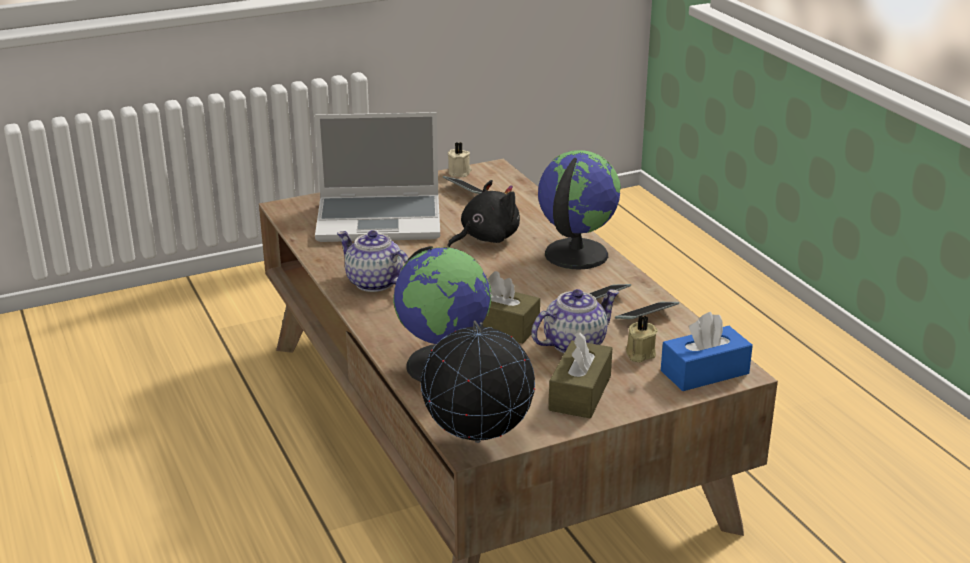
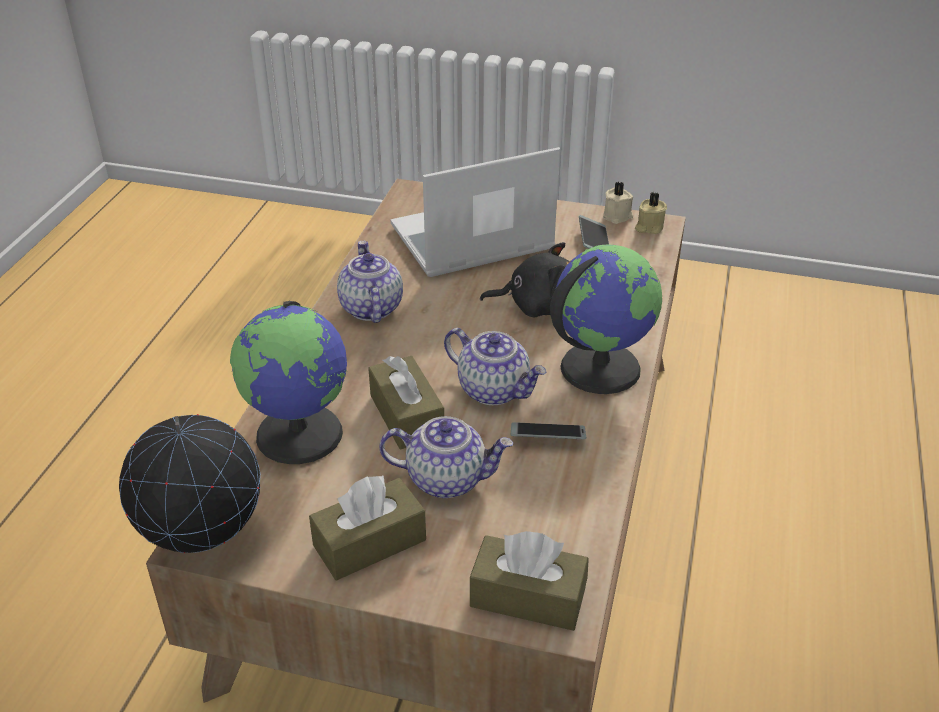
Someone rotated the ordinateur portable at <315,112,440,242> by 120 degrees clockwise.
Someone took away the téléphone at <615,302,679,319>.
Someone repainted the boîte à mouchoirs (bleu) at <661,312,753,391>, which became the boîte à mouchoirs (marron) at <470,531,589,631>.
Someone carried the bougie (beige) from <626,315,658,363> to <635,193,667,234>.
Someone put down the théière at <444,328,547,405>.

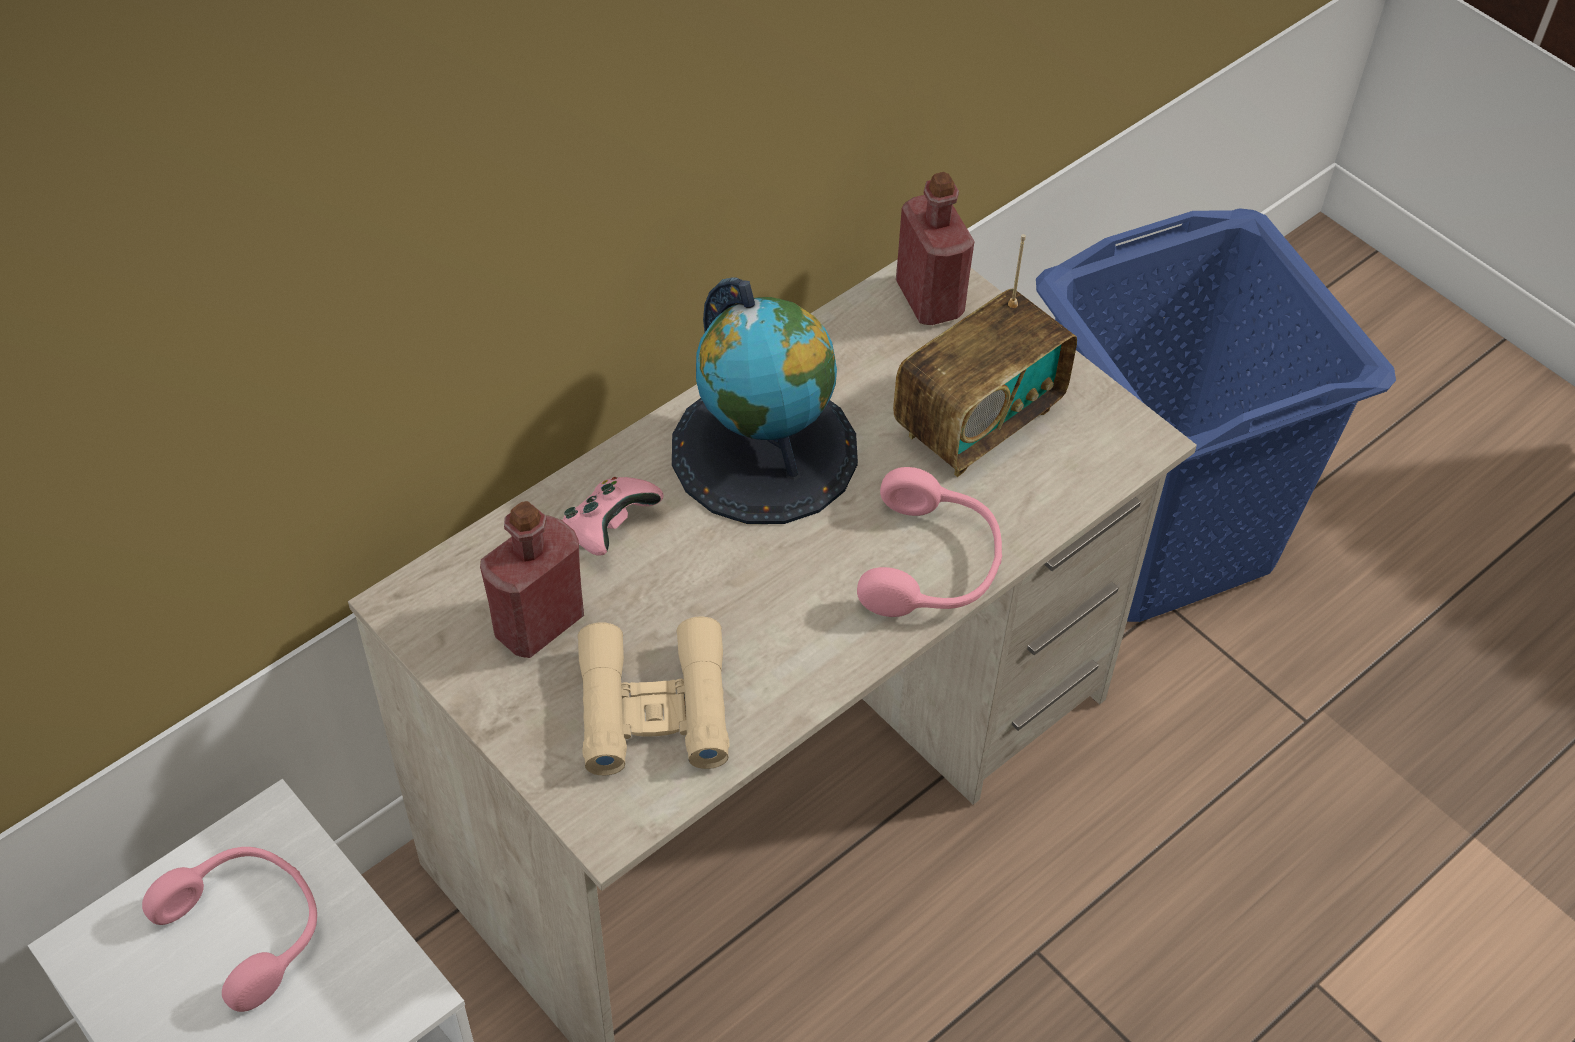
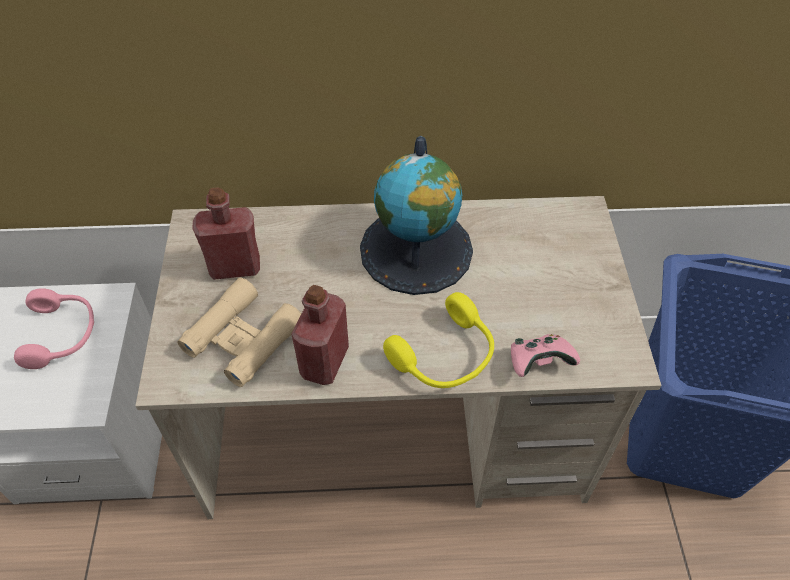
Someone carried the bouteille (rouge) from <896,172,974,325> to <291,285,349,385>.
Someone took away the radio at <893,234,1077,477>.
Someone repainted the casque audio (rose) at <857,467,1002,617>, which became the casque audio (jaune) at <383,292,494,388>.
Someone carried the manette (rose) from <562,477,664,556> to <511,334,580,377>.

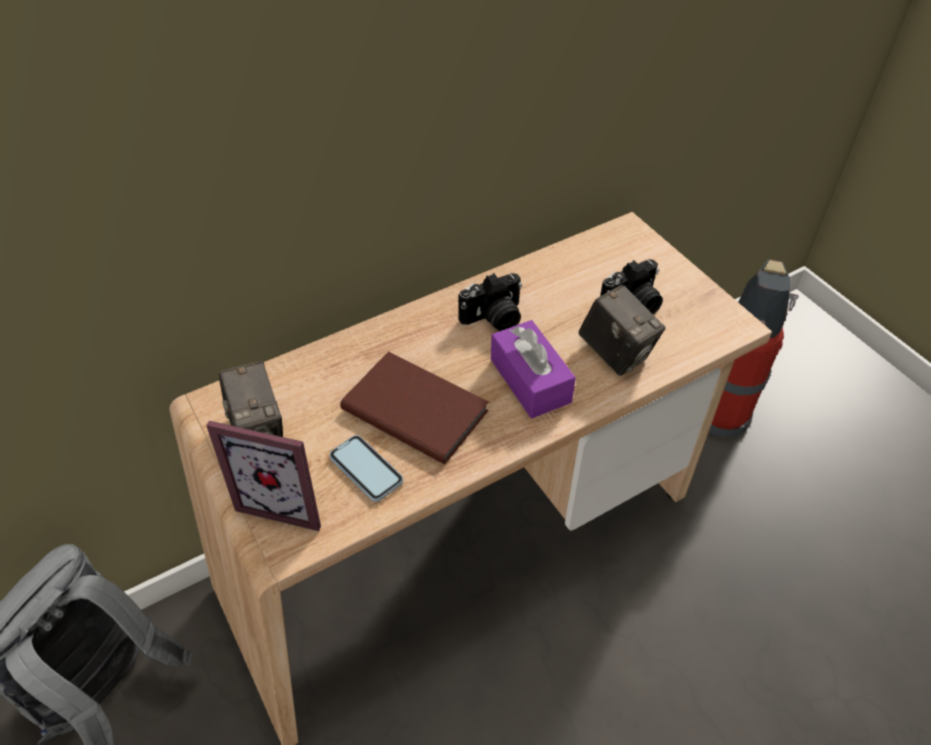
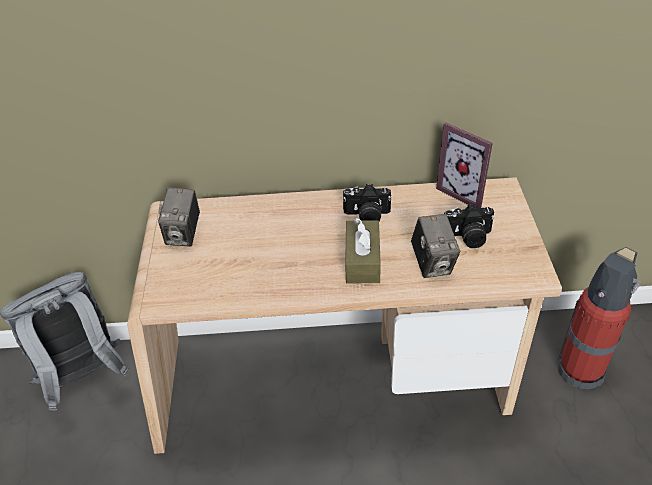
Someone repainted the boîte à mouchoirs (violet) at <491,320,576,418>, which became the boîte à mouchoirs (marron) at <345,218,381,283>.
Someone took away the livre (marron) at <340,352,489,465>.
Someone carried the cadre photo from <206,421,321,531> to <436,123,493,208>.
Someone took away the téléphone at <329,435,403,502>.

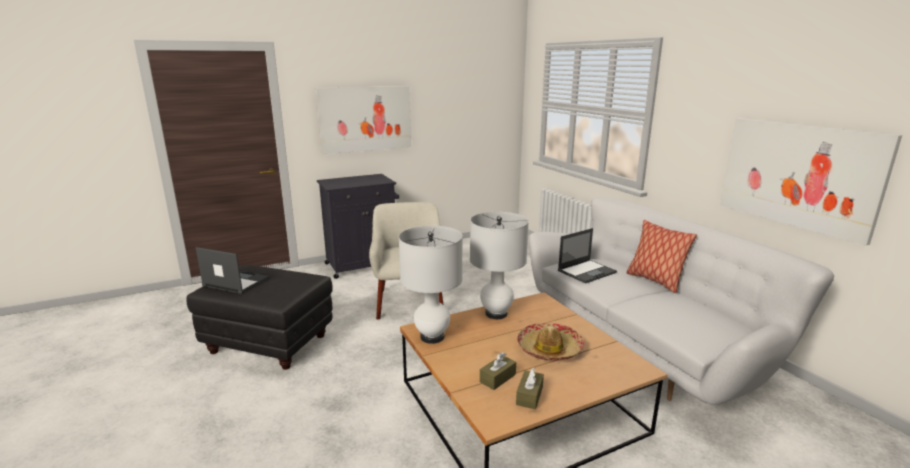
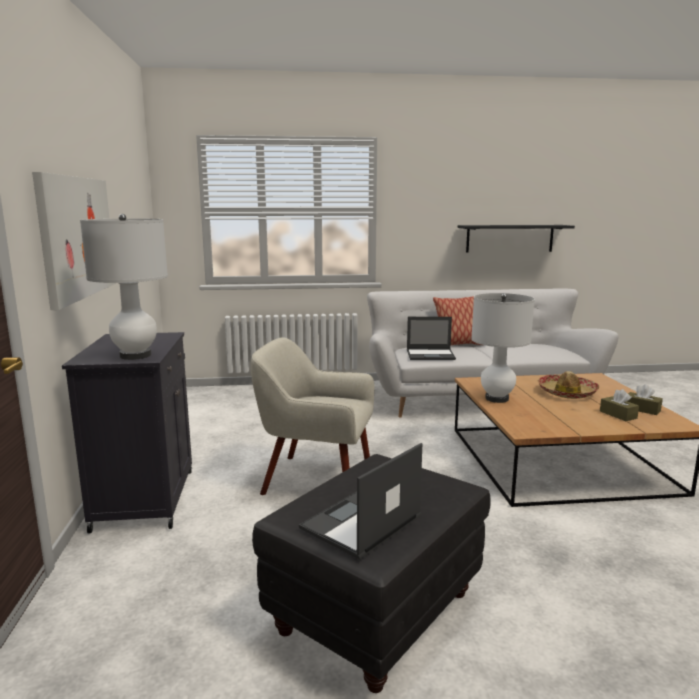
Someone swapped the tableau at <720,118,902,246> for the étagère (noir) at <458,225,575,253>.
Someone carried the lampe de table (blanc) from <399,226,463,344> to <80,214,168,360>.
Someone rotated the ordinateur portable at <558,228,617,284> by 105 degrees clockwise.

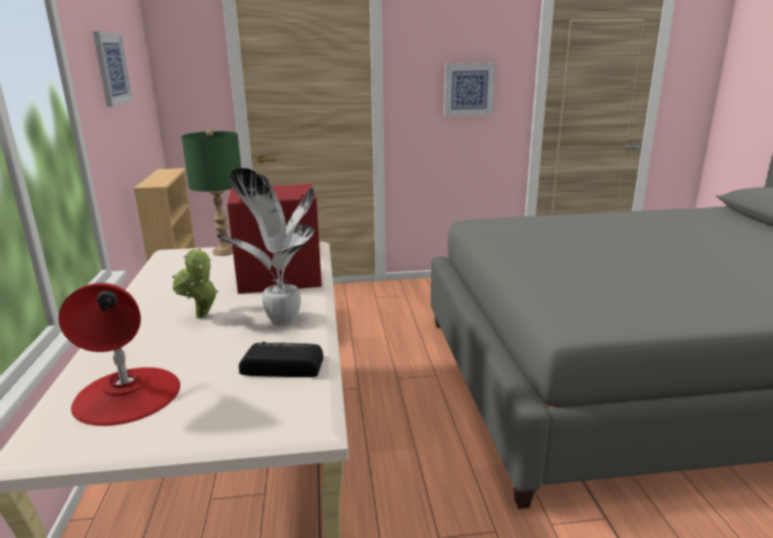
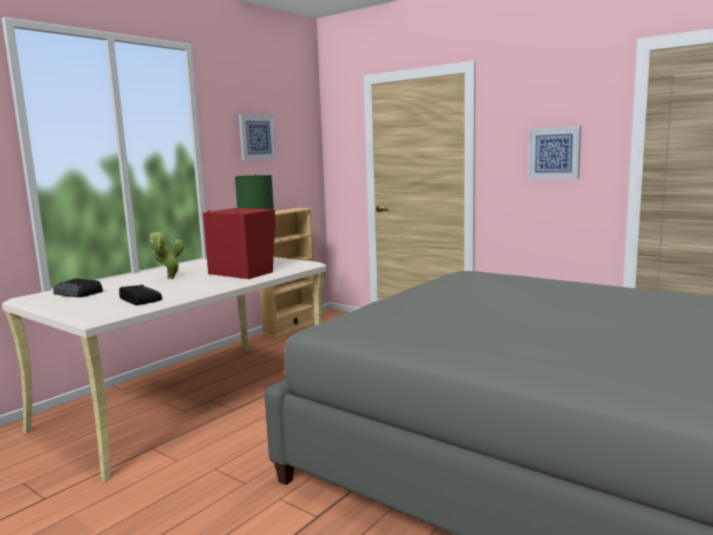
Someone took away the plante en pot at <217,168,315,326>.
Someone swapped the lampe de table (rouge) at <58,283,180,426> for the radio at <53,278,103,297>.

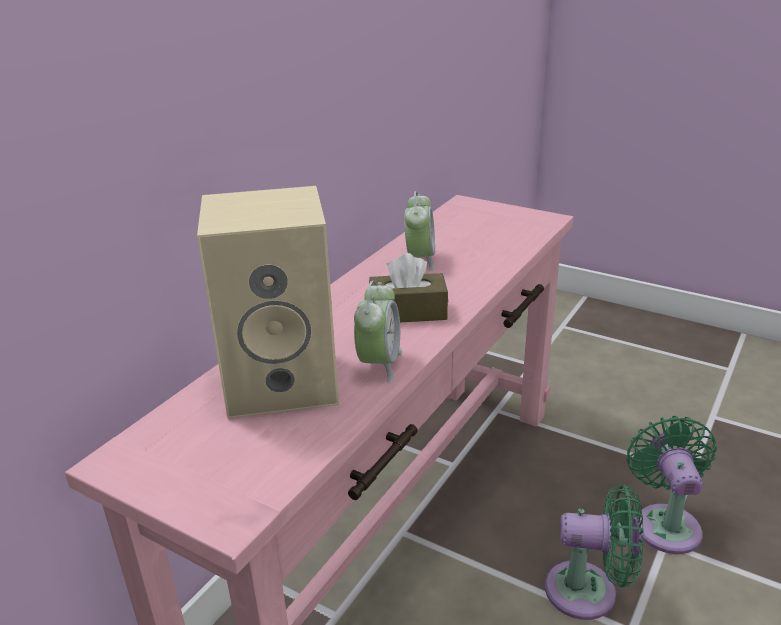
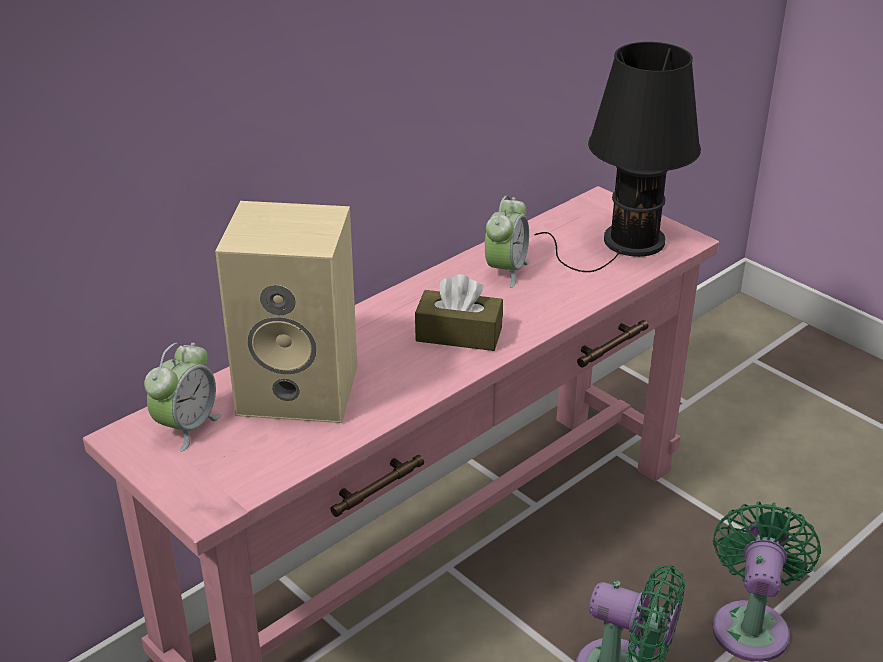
Someone carried the réveil from <354,281,402,383> to <144,343,221,452>.
Someone put down the lampe de table (noir) at <534,42,701,272>.

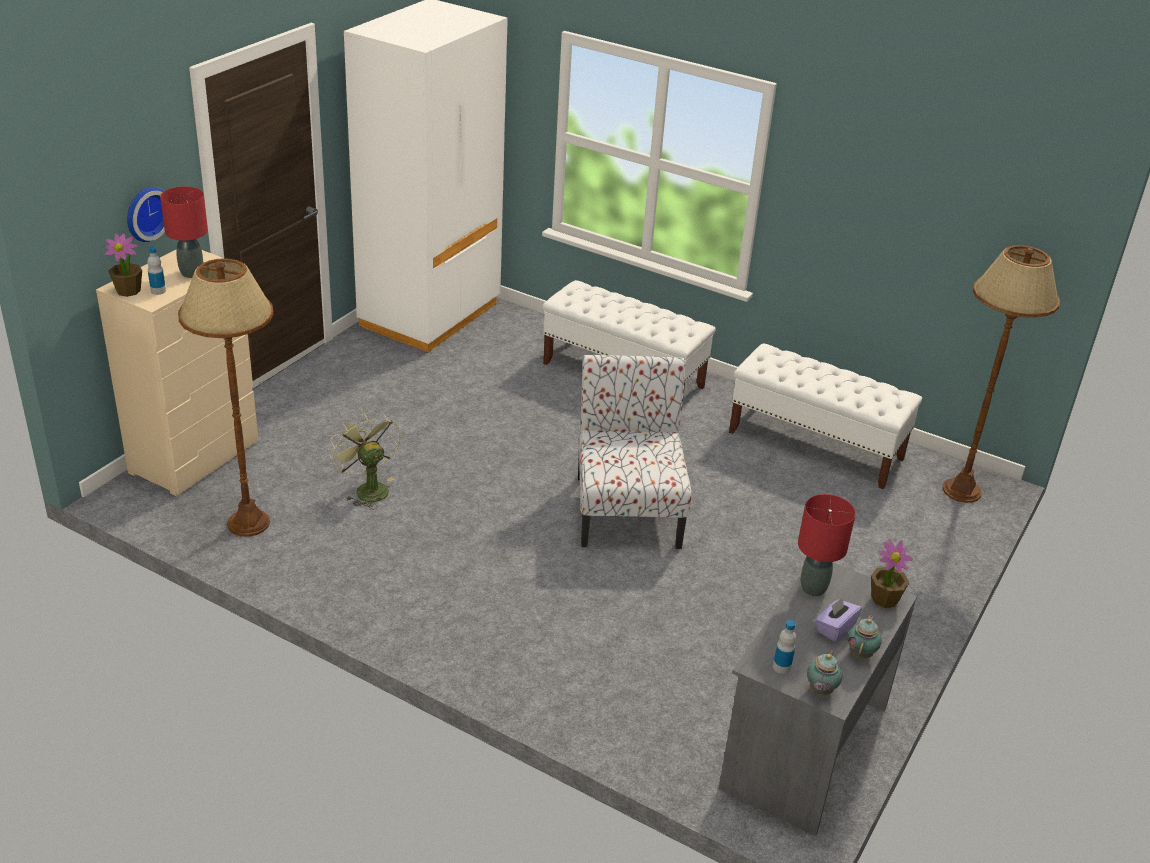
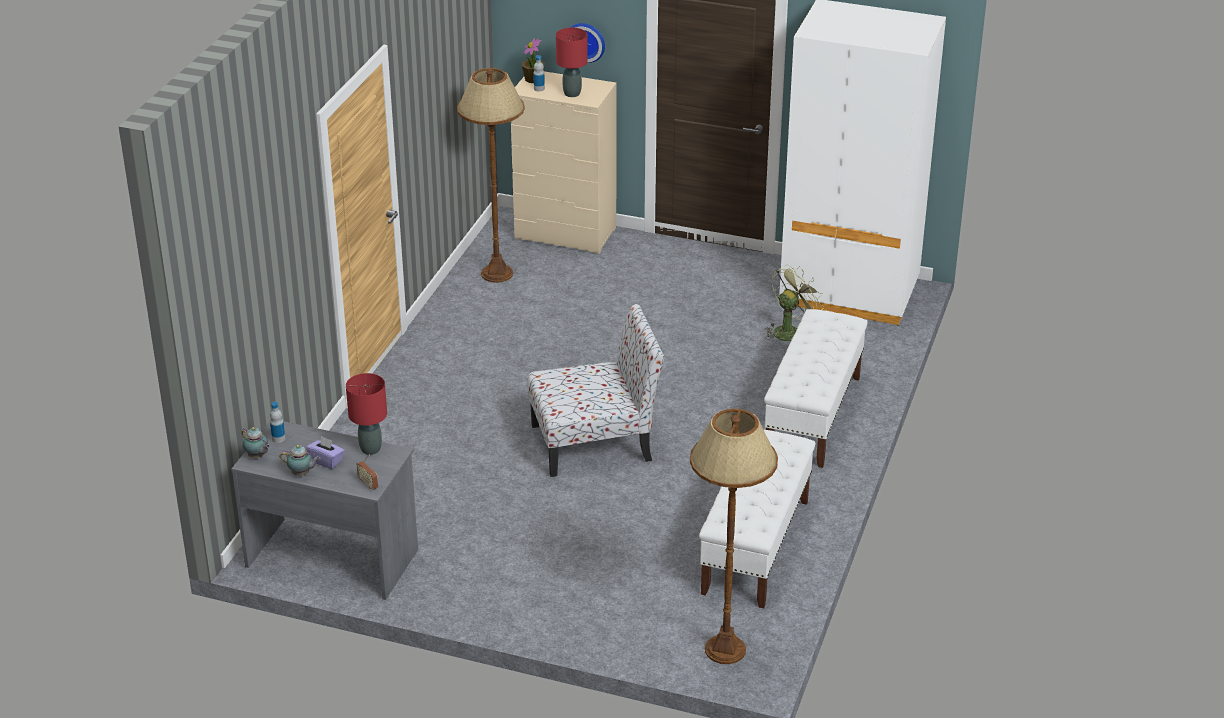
Someone carried the ventilateur (vert) from <330,412,401,509> to <765,265,824,341>.
Someone swapped the plante en pot at <871,539,913,608> for the radio at <357,455,378,490>.
Someone rotated the théière at <807,649,842,695> by 150 degrees counterclockwise.

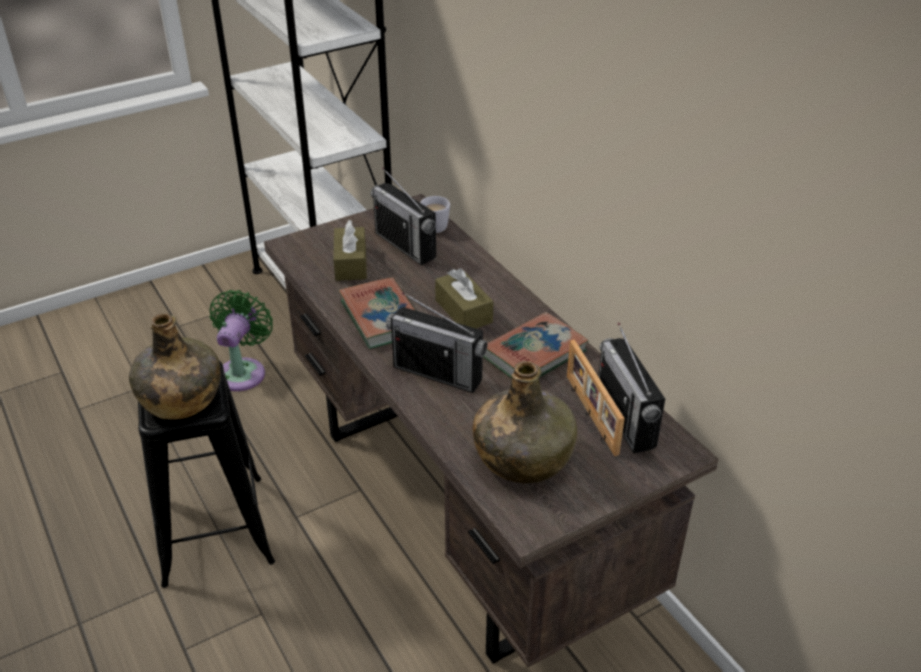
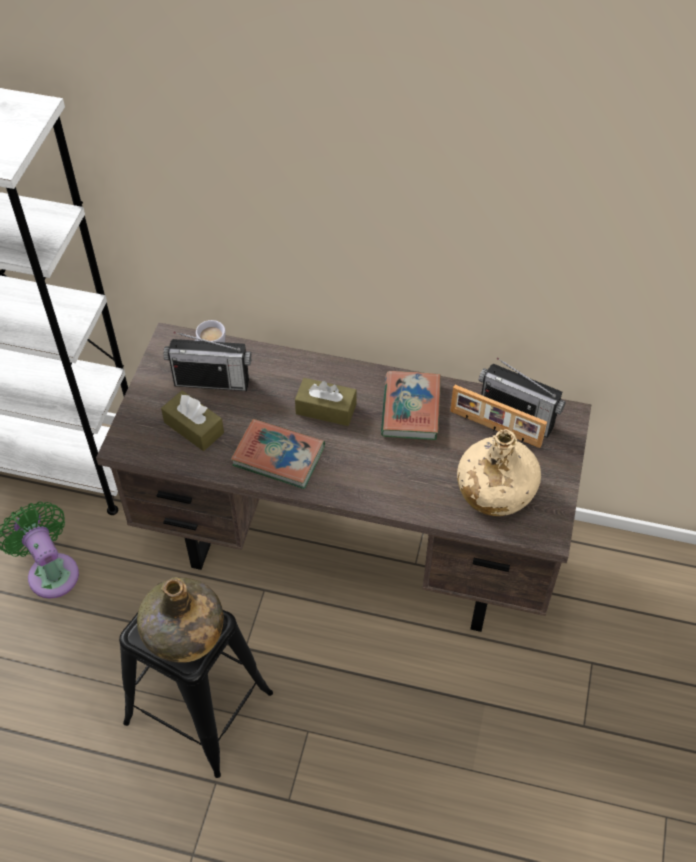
Someone took away the radio at <386,293,488,393>.
Someone repainted the bouteille (vert) at <473,361,577,483>, which became the bouteille (beige) at <457,429,541,516>.

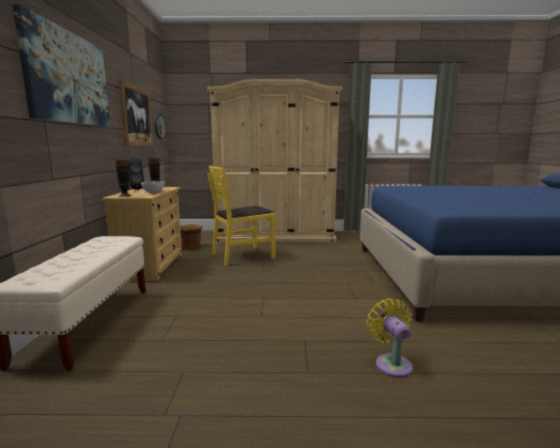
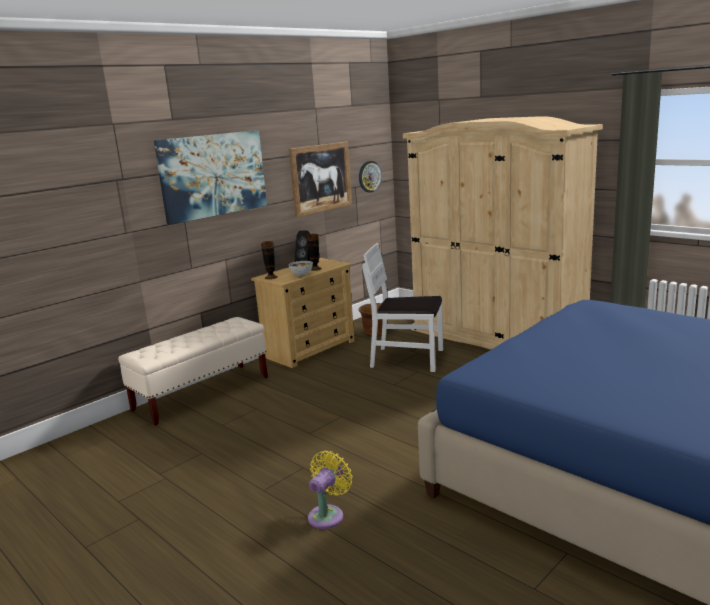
Someone repainted the chaise (jaune) at <208,166,275,266>, which became the chaise (blanc) at <362,243,443,372>.

